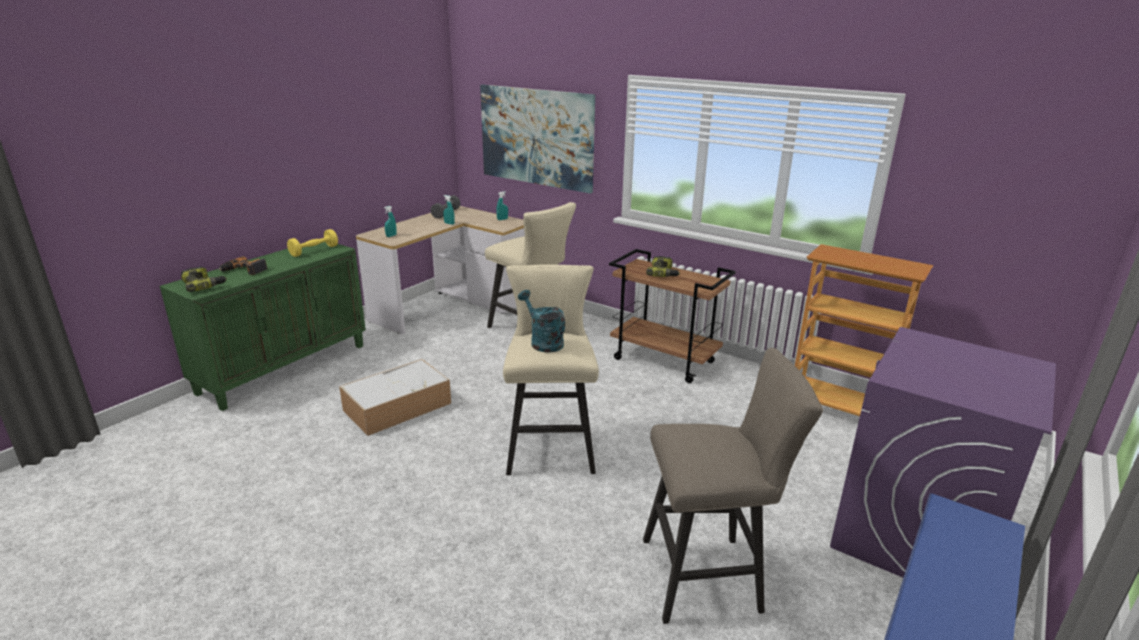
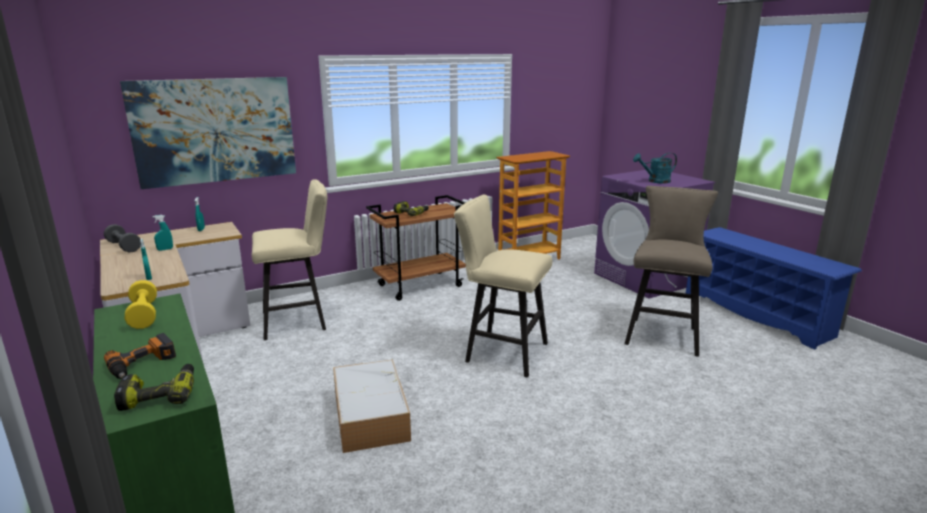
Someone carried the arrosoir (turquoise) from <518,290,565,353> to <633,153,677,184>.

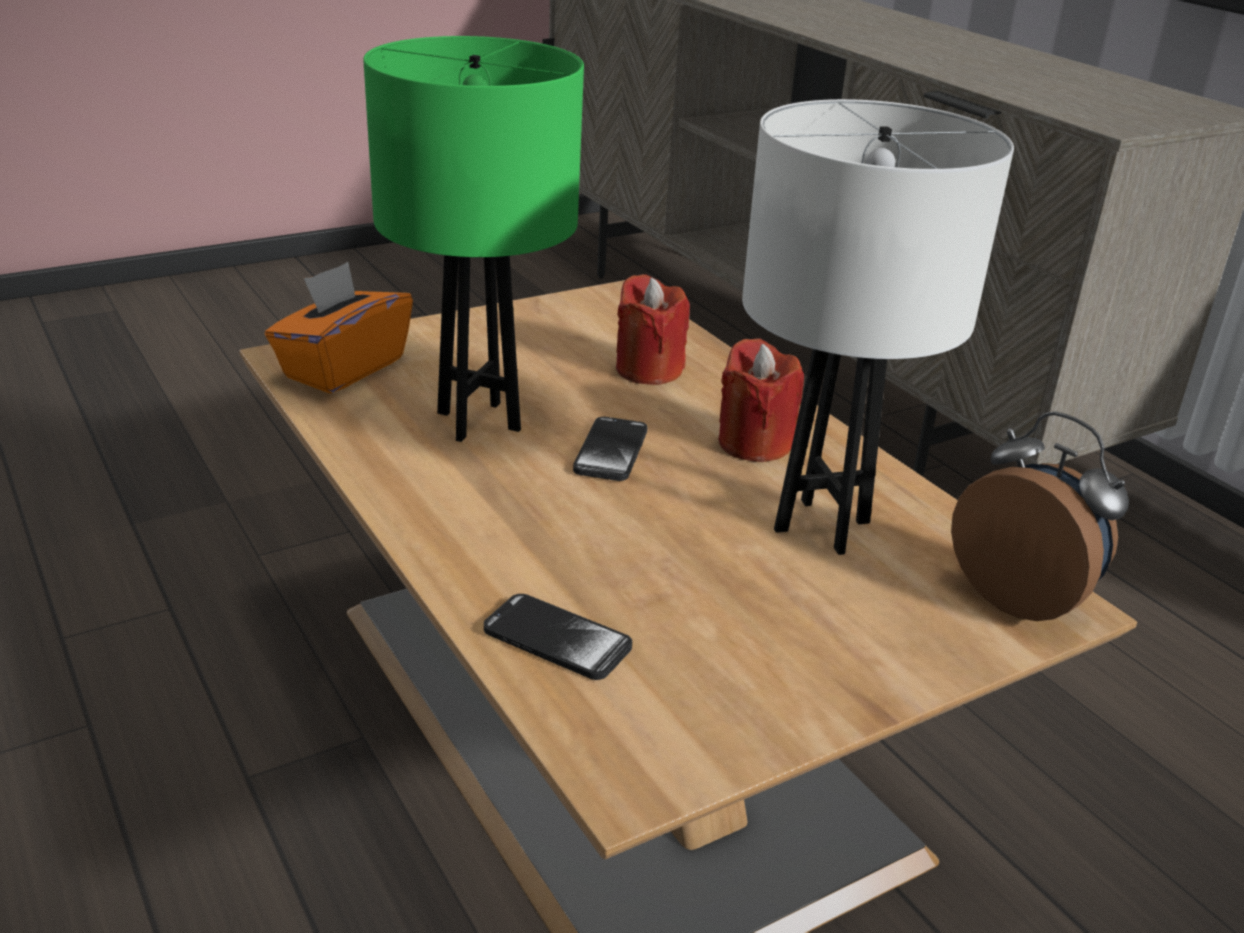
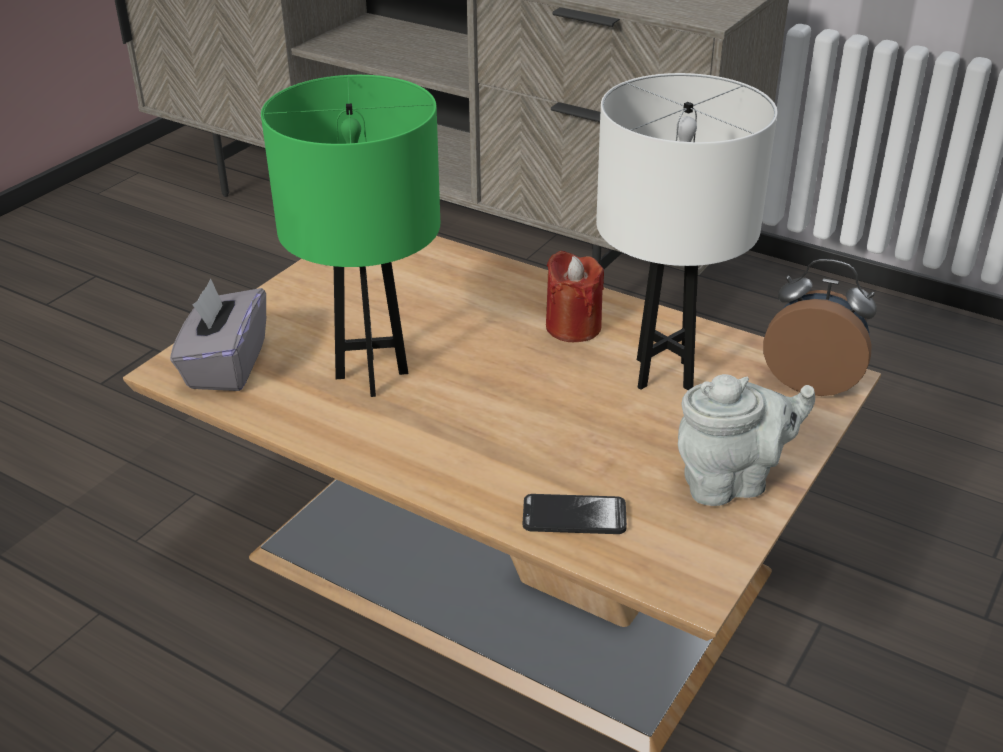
Someone repainted the boîte à mouchoirs (orange) at <265,262,413,394>, which became the boîte à mouchoirs (gris) at <170,279,266,391>.
Someone took away the bougie (rouge) at <616,274,690,385>.
Someone took away the téléphone at <573,417,648,481>.
Someone put down the théière (gris) at <678,374,815,506>.

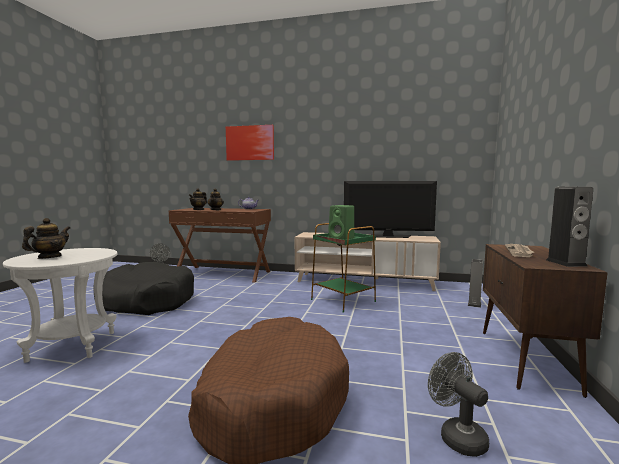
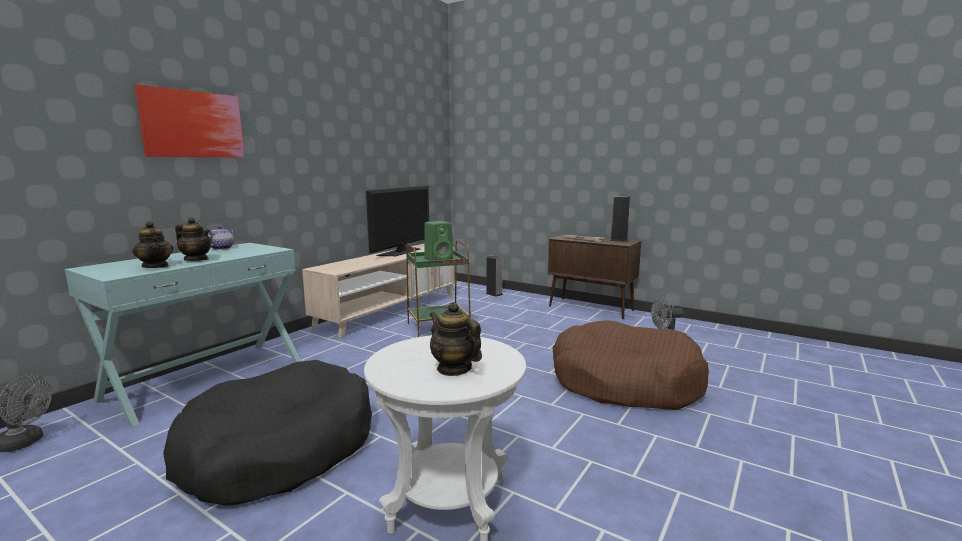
Someone repainted the table console (marron) at <169,208,271,283>, which became the table console (turquoise) at <65,243,301,427>.

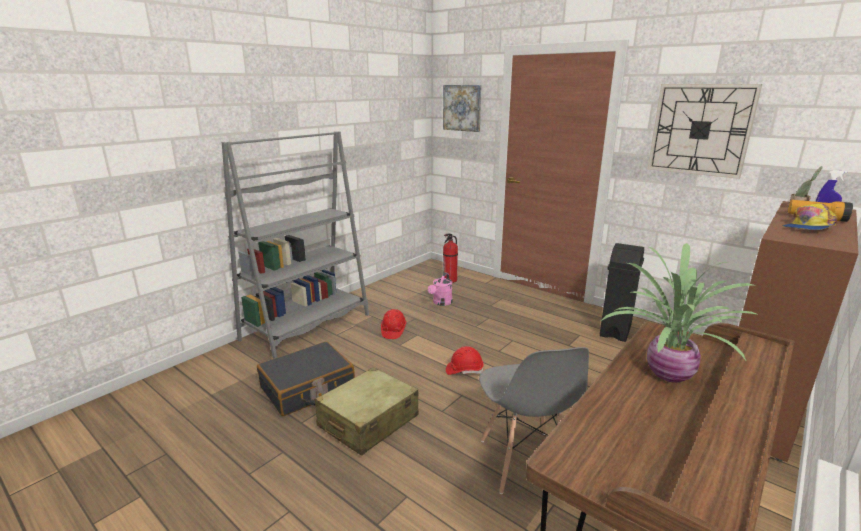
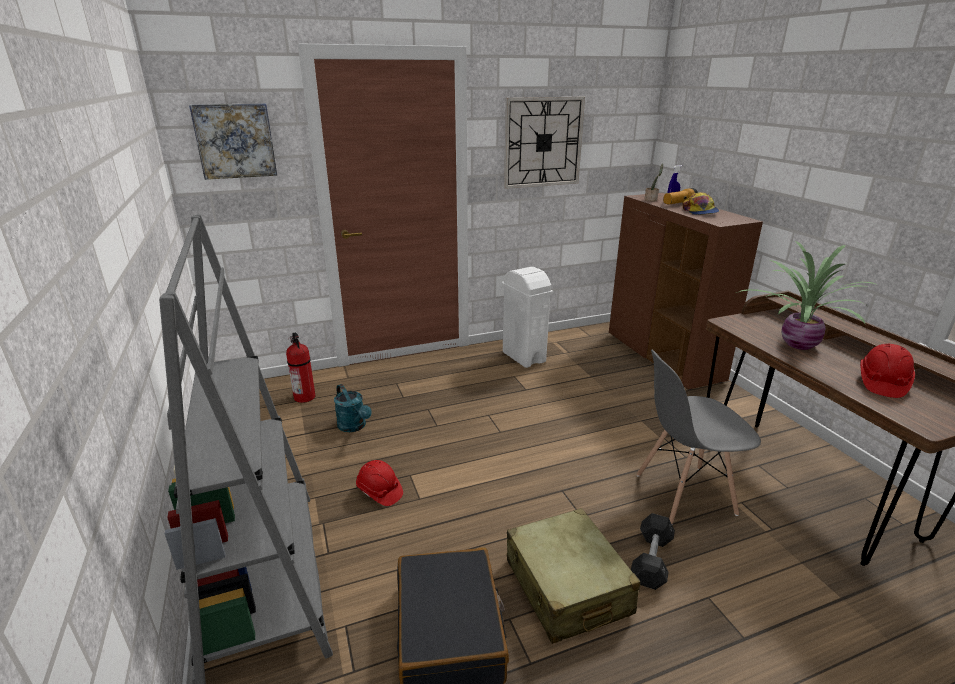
Someone repainted the poubelle (noir) at <600,243,644,342>, which became the poubelle (blanc) at <502,267,553,368>.
Someone repainted the arrosoir (rose) at <428,272,452,306>, which became the arrosoir (turquoise) at <334,384,372,432>.
Someone carried the casque de chantier (rouge) from <446,346,484,375> to <860,344,915,398>.
Someone rotated the chaise (gris) at <479,347,589,494> by 150 degrees clockwise.
Someone put down the haltère (gris) at <631,513,675,590>.

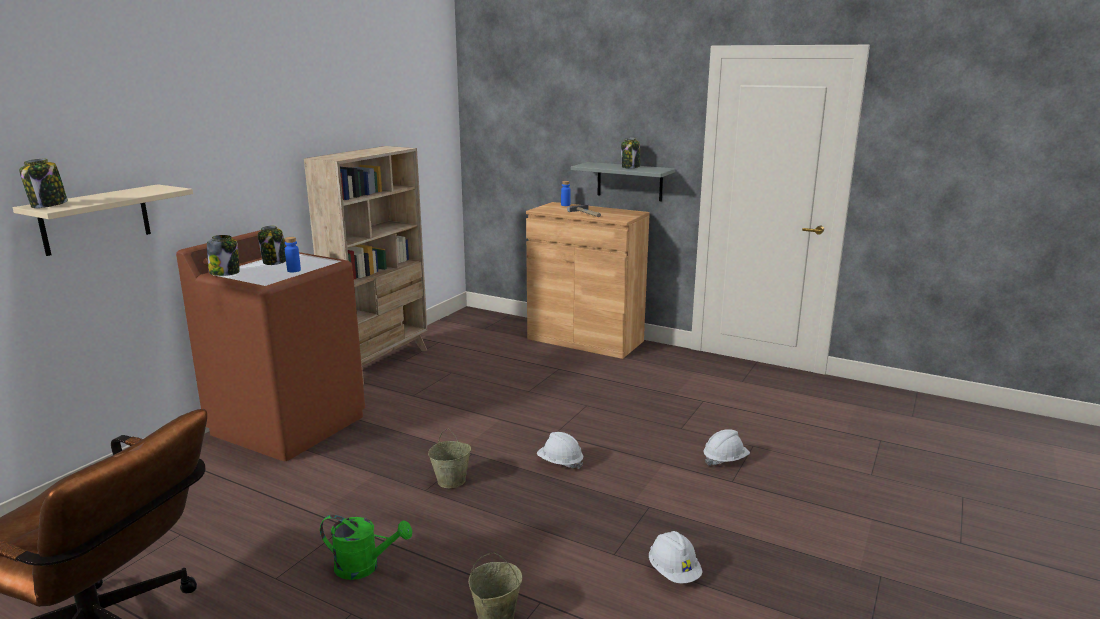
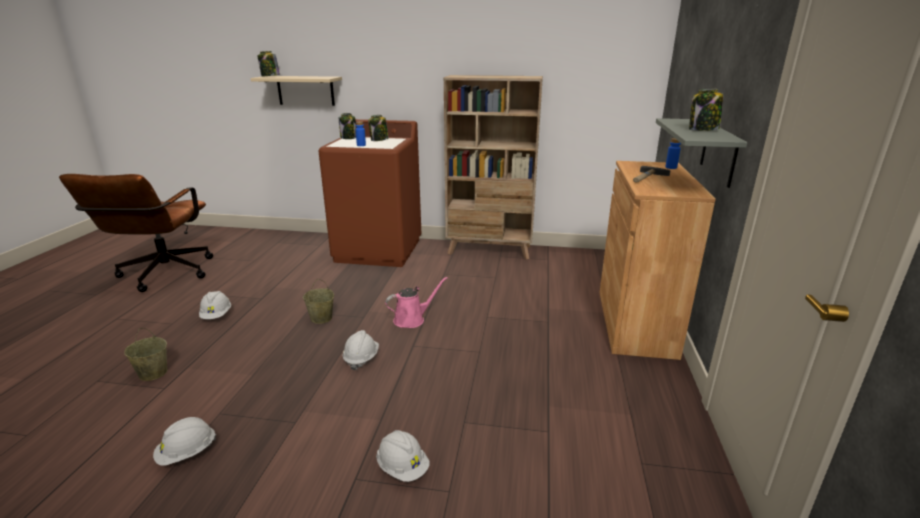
Someone swapped the arrosoir (vert) at <320,515,412,580> for the casque de chantier (blanc) at <199,291,231,319>.
Someone put down the arrosoir (rose) at <385,277,448,328>.

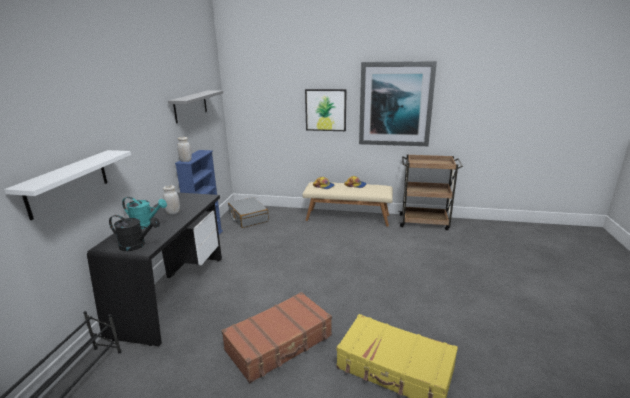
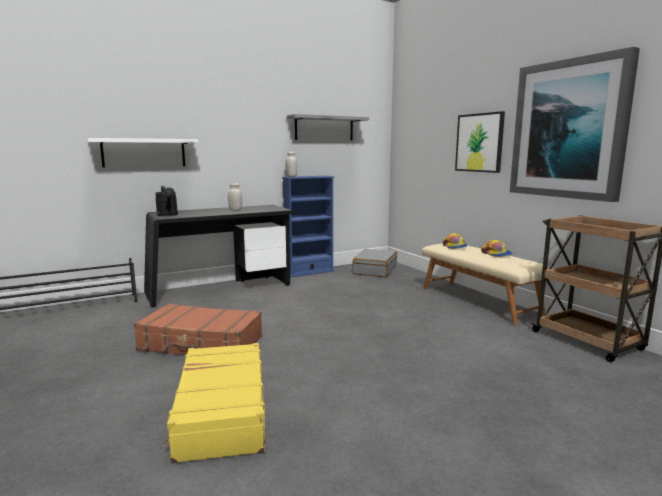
Someone took away the arrosoir (turquoise) at <122,197,167,229>.

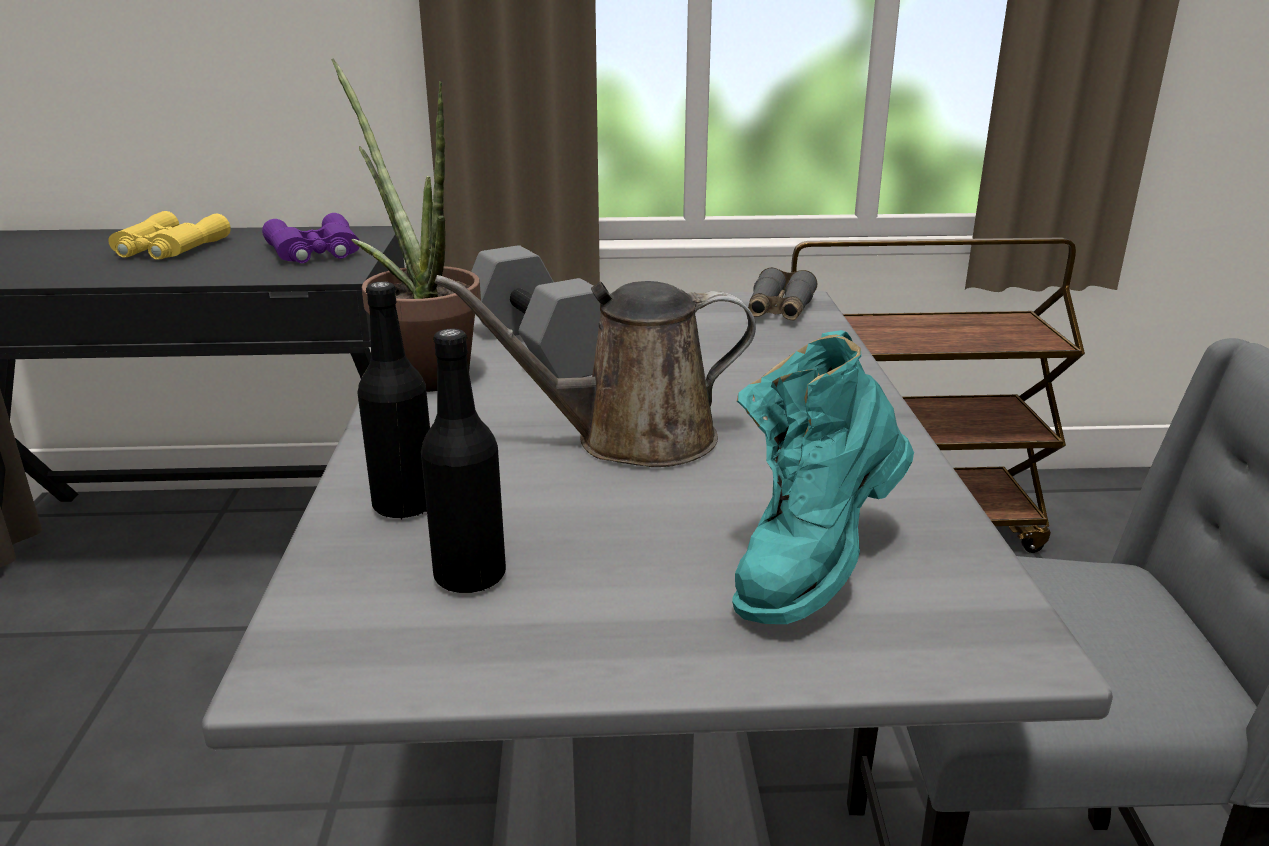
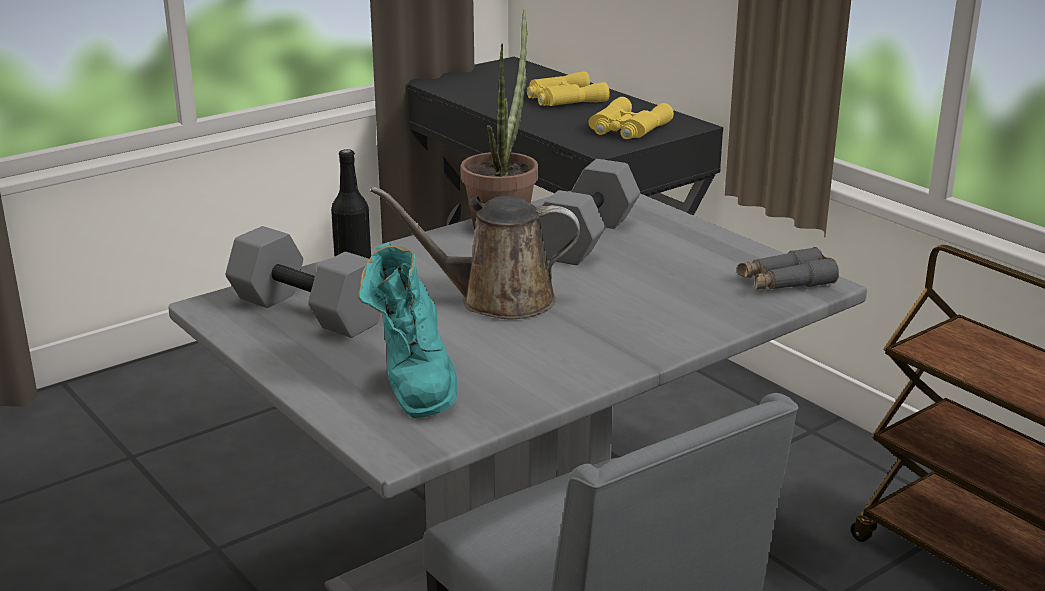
Someone repainted the jumelles (violet) at <262,213,360,263>, which became the jumelles (jaune) at <589,97,674,139>.
Someone rotated the arrosoir (marron) at <435,275,756,467> by 45 degrees counterclockwise.
Someone swapped the bouteille (noir) at <421,328,506,593> for the haltère (gris) at <226,226,381,338>.
Someone rotated the botte (turquoise) at <732,330,914,624> by 105 degrees counterclockwise.

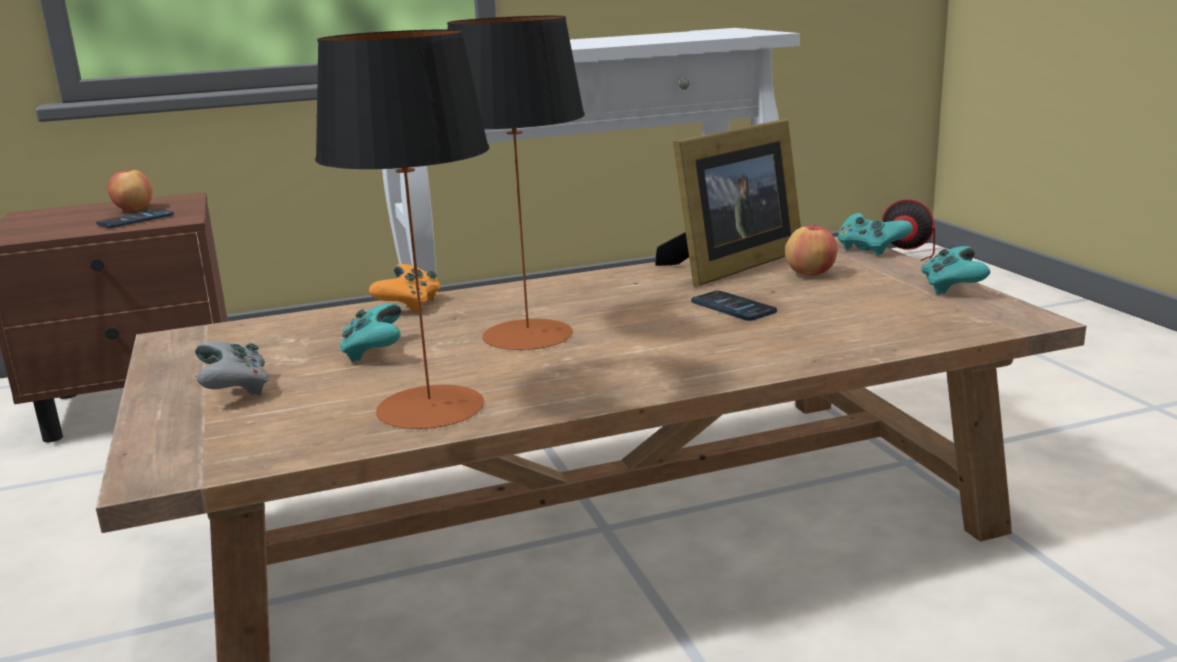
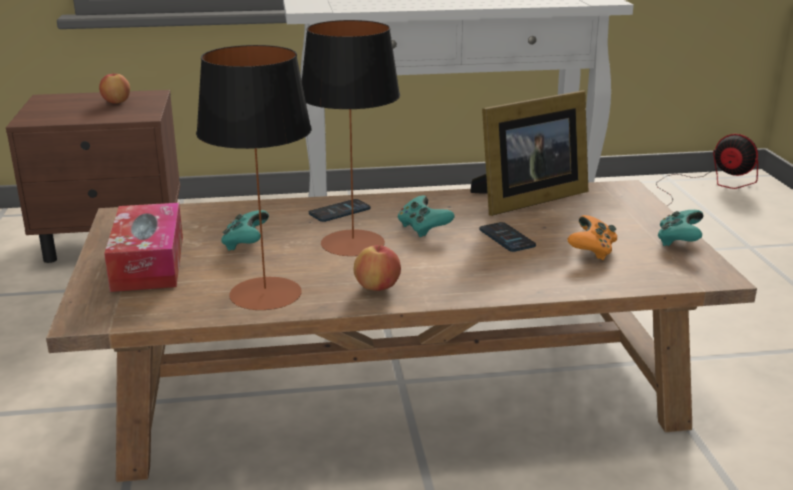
Someone carried the téléphone from <96,209,174,228> to <309,199,371,222>.
Someone carried the manette (turquoise) from <838,213,913,256> to <398,195,455,237>.
Someone carried the pomme from <785,224,838,276> to <354,245,401,291>.
Someone carried the manette (orange) from <369,264,440,313> to <567,215,617,260>.
Someone swapped the manette (gris) at <195,341,269,395> for the boîte à mouchoirs at <104,203,183,292>.

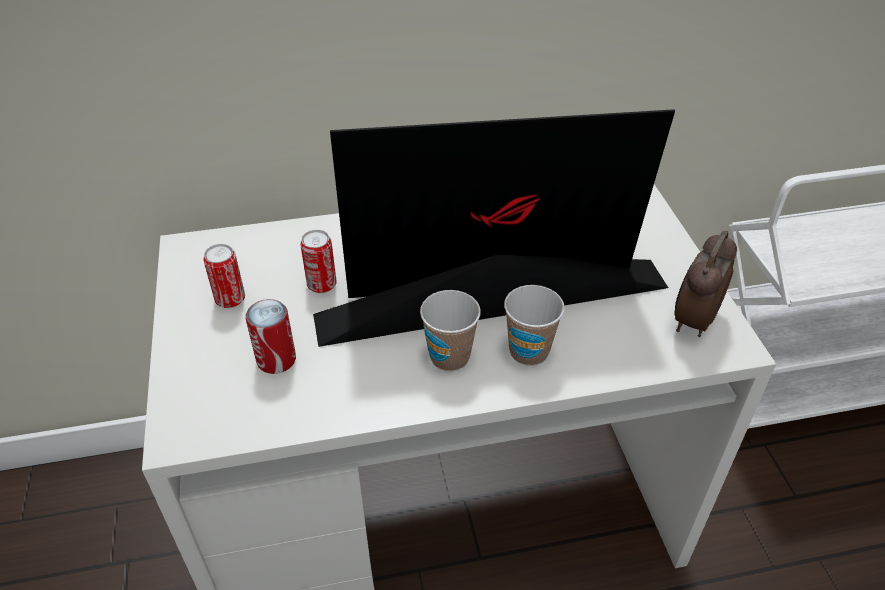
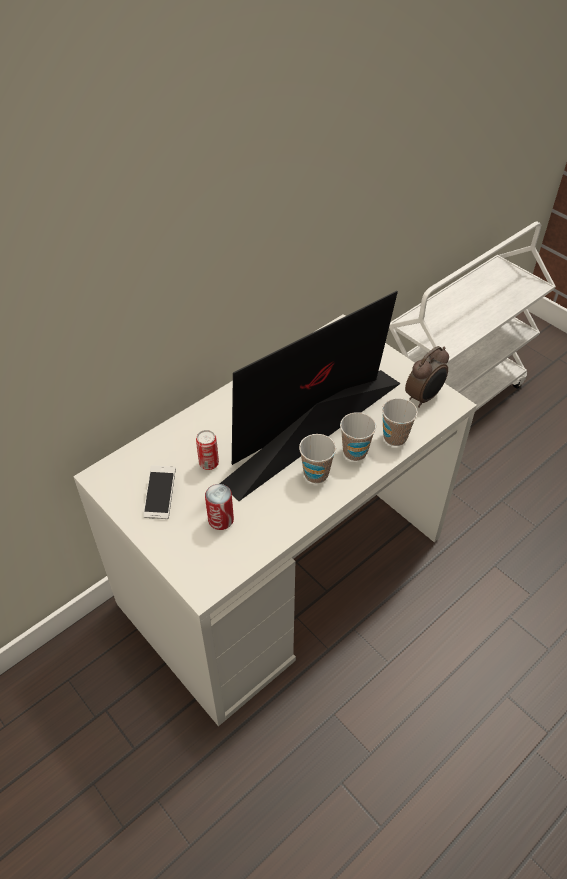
Someone rotated the réveil at <674,231,737,337> by 135 degrees counterclockwise.
Someone swapped the boîte métallique at <203,244,245,308> for the téléphone at <143,465,176,519>.
Someone put down the tasse at <382,398,418,446>.

